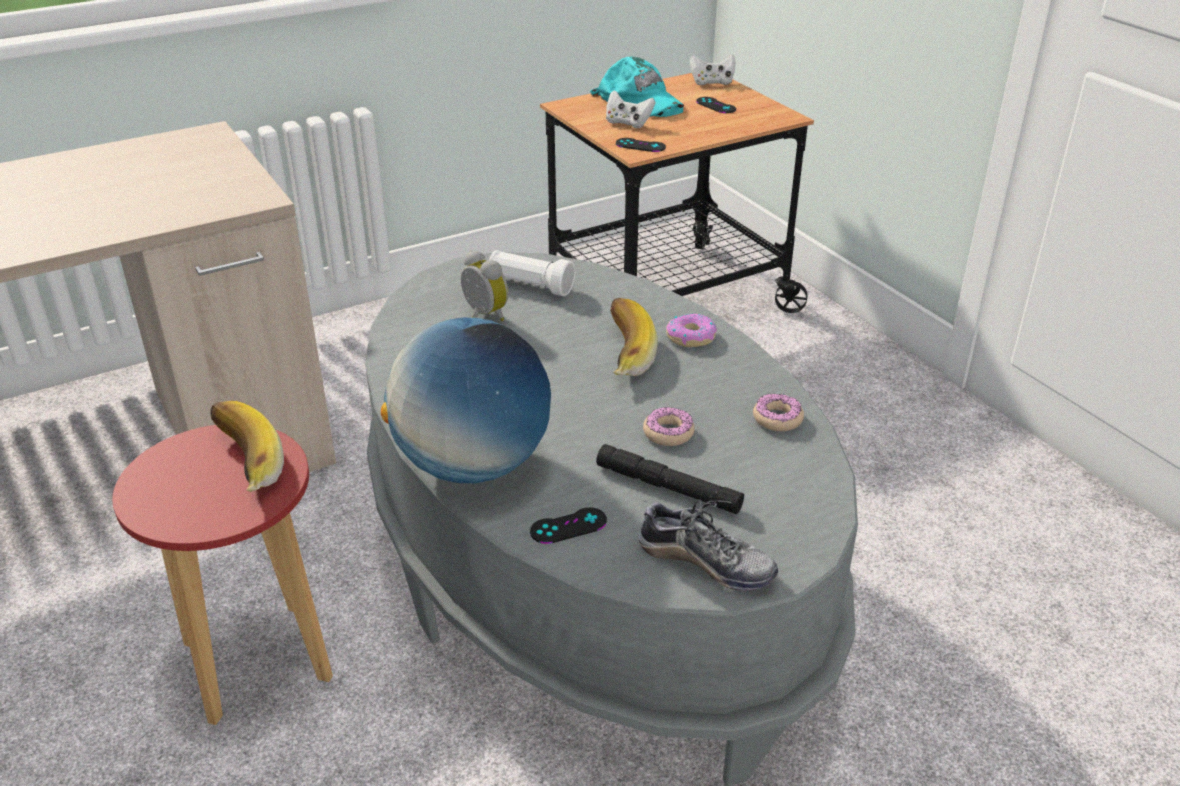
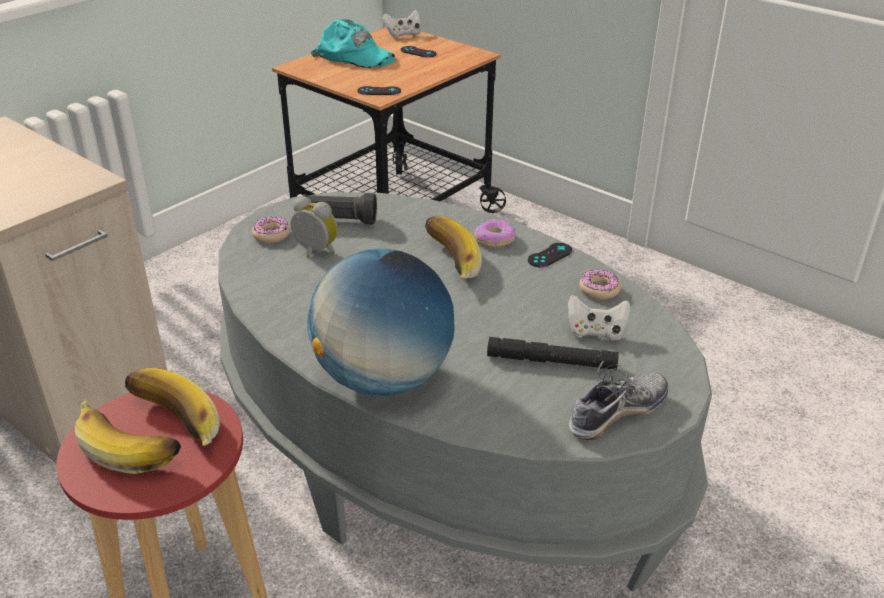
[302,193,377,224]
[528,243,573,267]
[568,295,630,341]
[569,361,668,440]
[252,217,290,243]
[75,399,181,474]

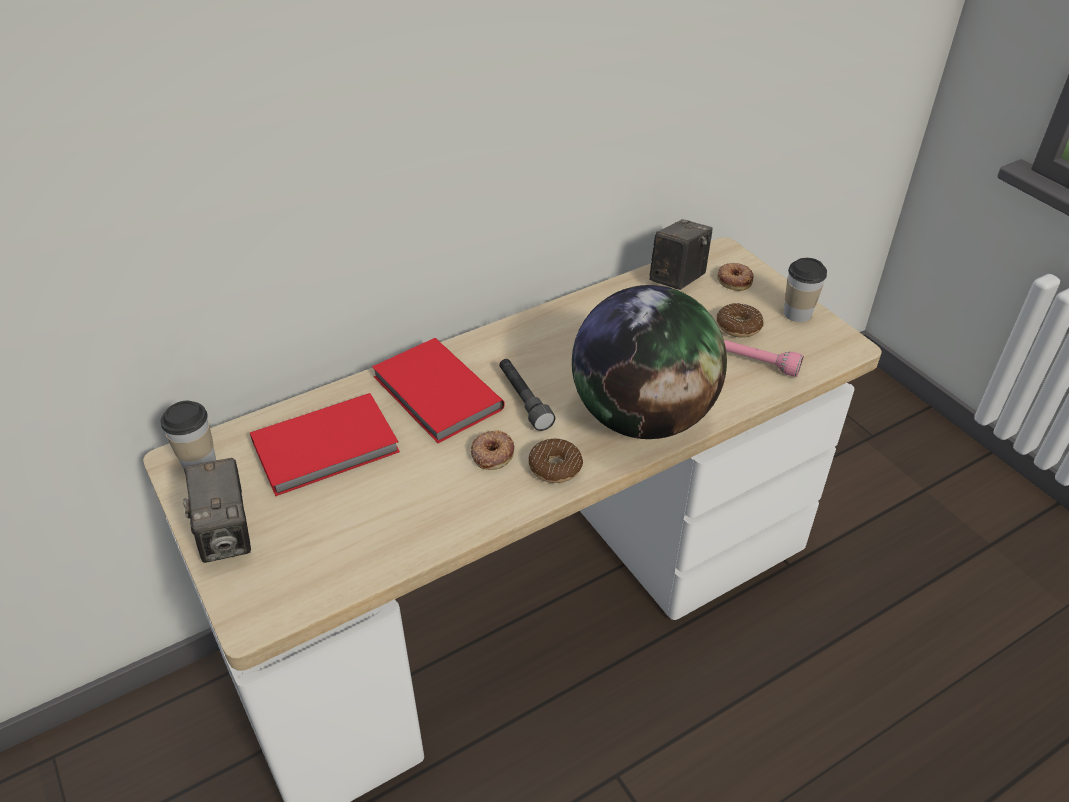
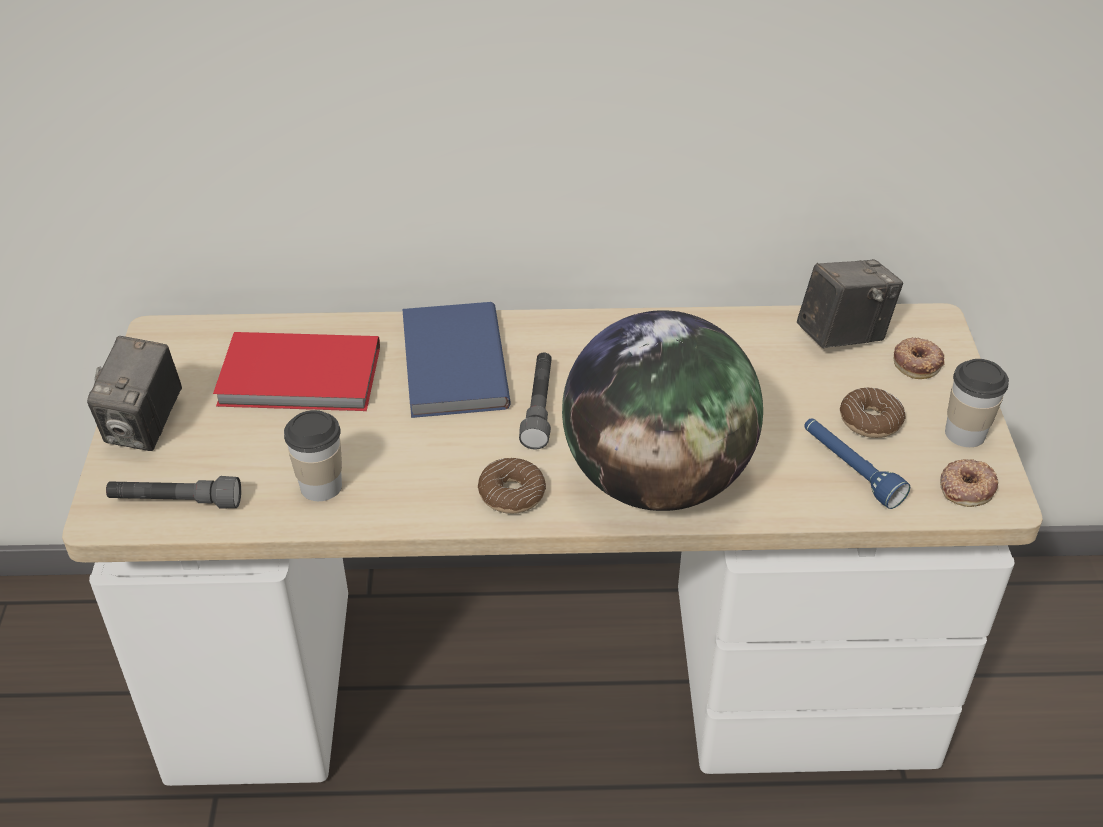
[284,410,342,501]
[402,302,511,418]
[940,459,998,507]
[804,418,910,509]
[106,476,241,509]

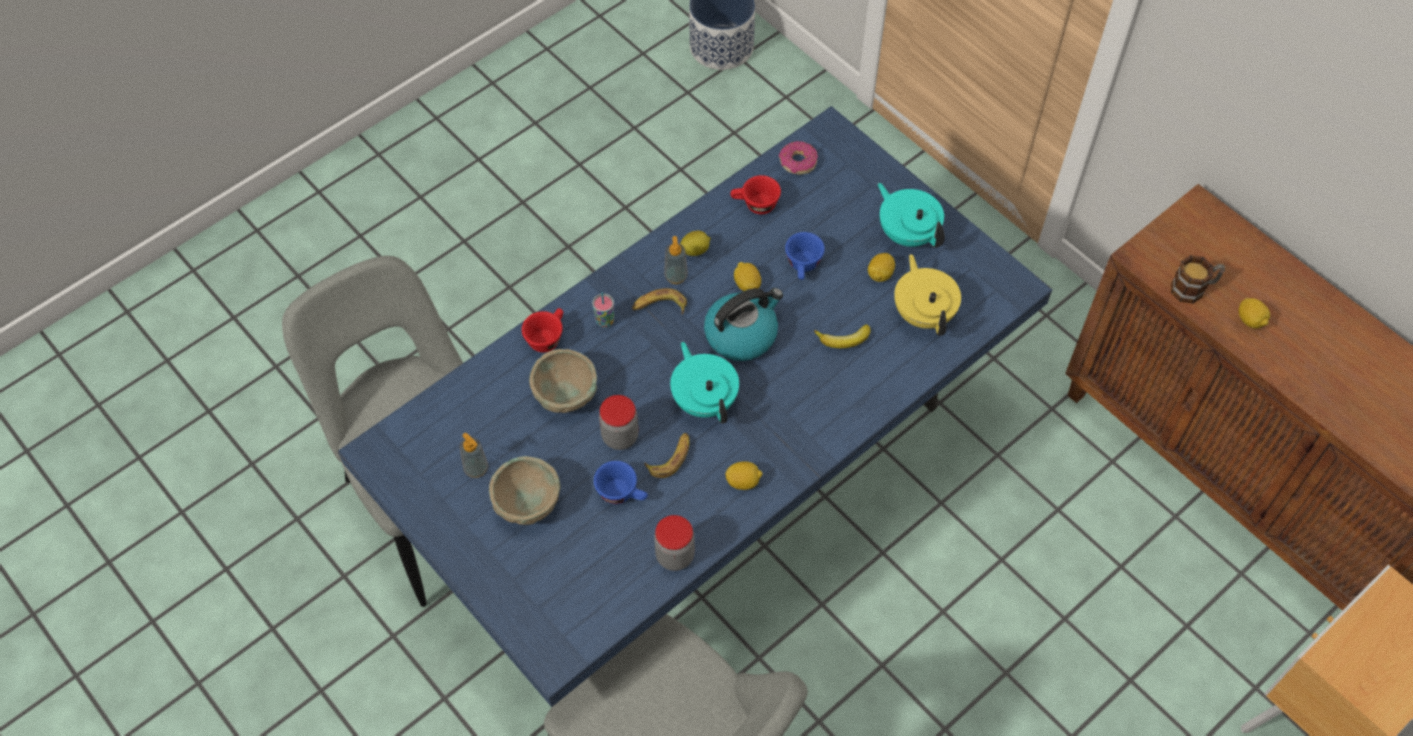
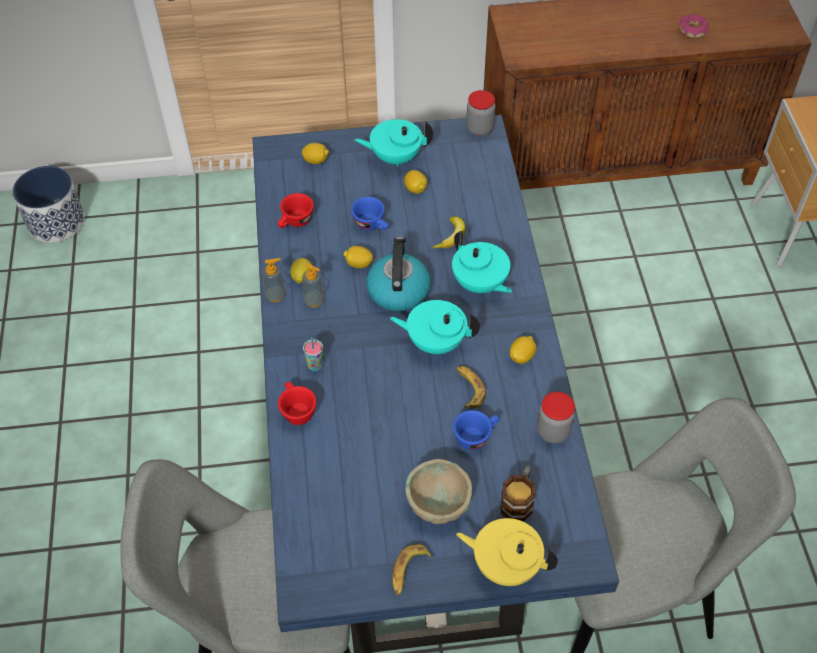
[263,258,286,302]
[529,349,597,413] (first image)
[466,90,496,136]
[392,544,433,596]
[679,14,709,38]
[456,518,558,586]
[500,466,536,521]
[302,143,329,164]
[452,231,512,293]

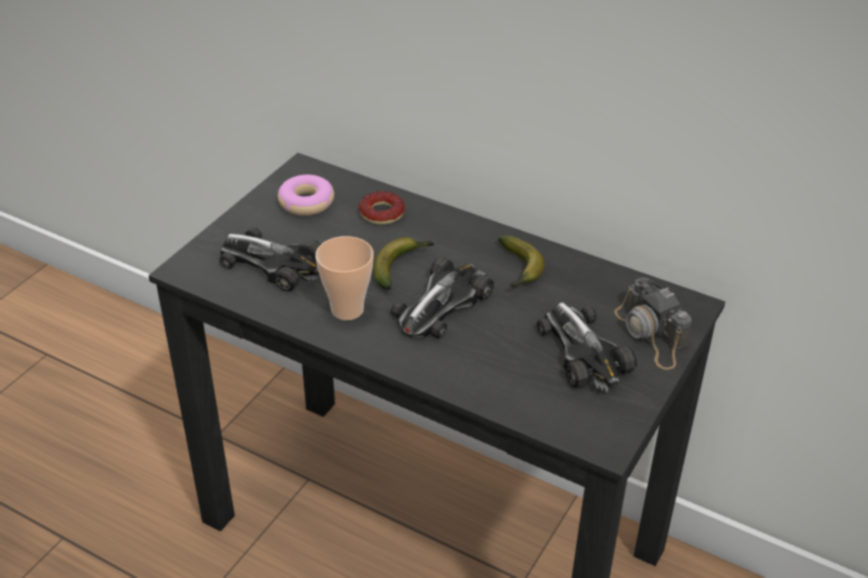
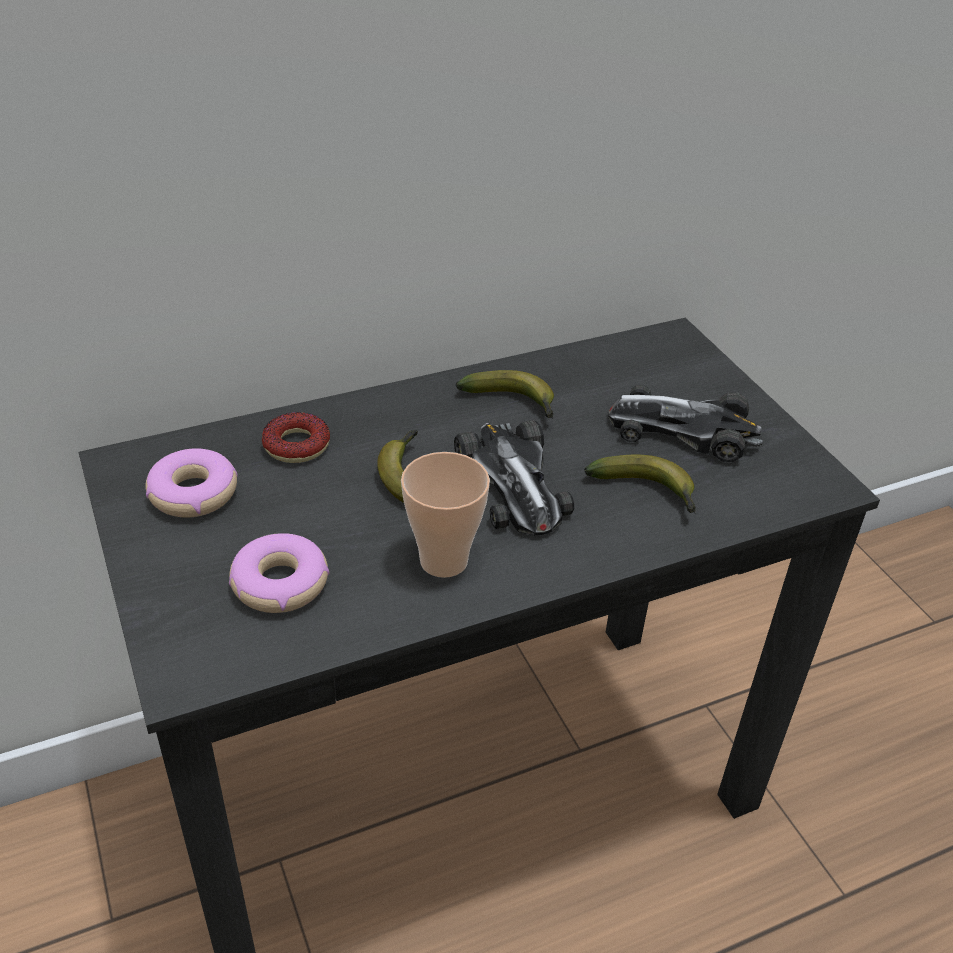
[229,533,329,613]
[614,277,691,370] (first image)
[584,455,696,514]

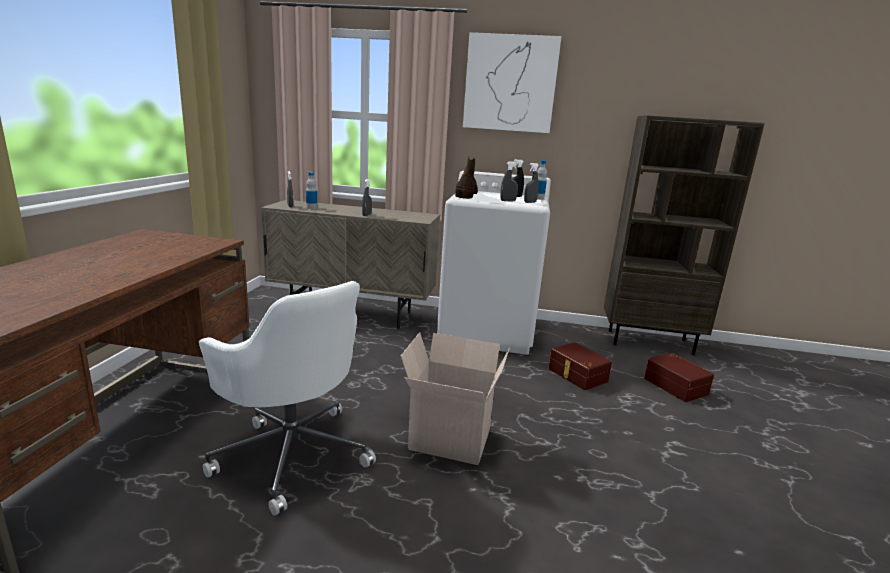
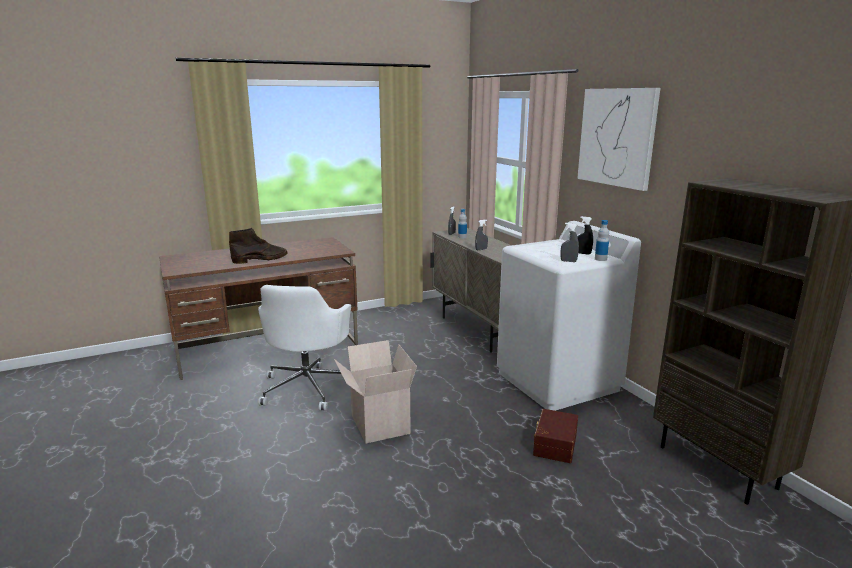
[229,228,288,264]
[500,161,519,202] (first image)
[644,353,714,402] (first image)

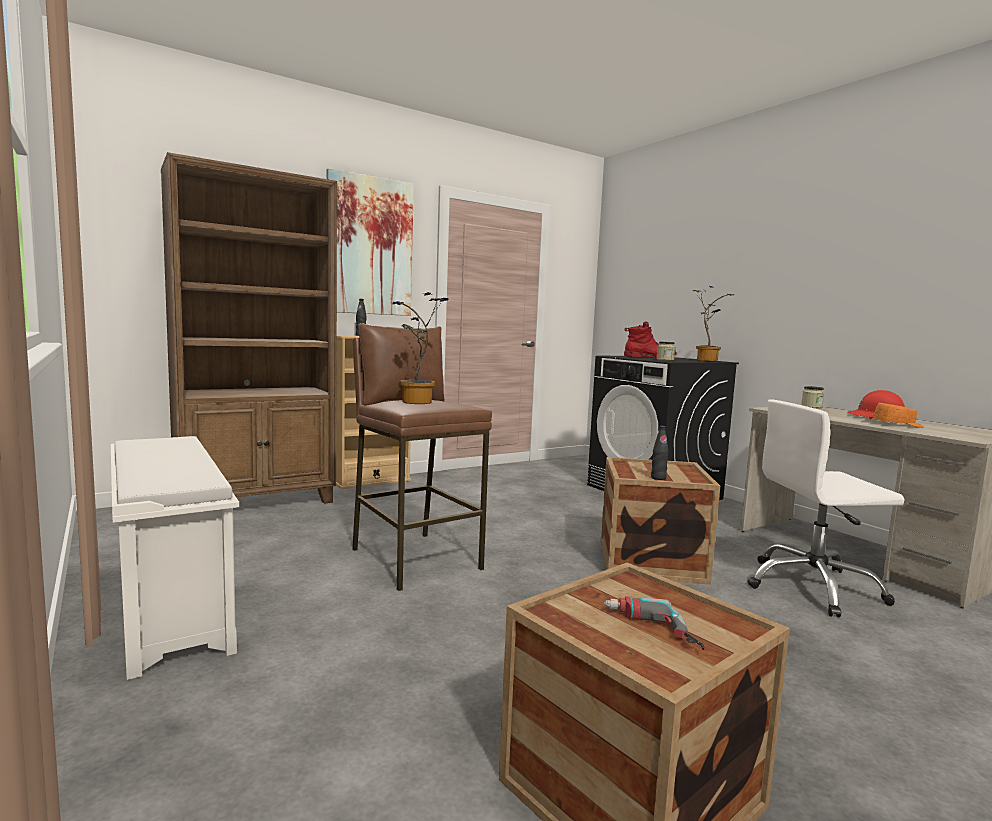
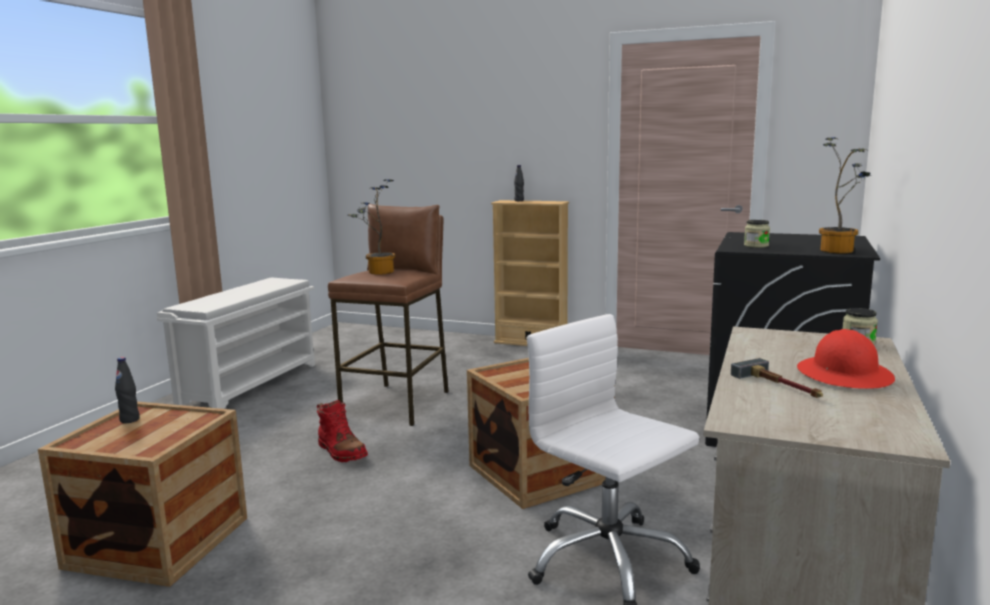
[161,152,337,504] (first image)
[326,168,414,316] (first image)
[604,596,705,650] (first image)
[317,400,368,462]
[115,357,140,423]
[731,358,823,398]

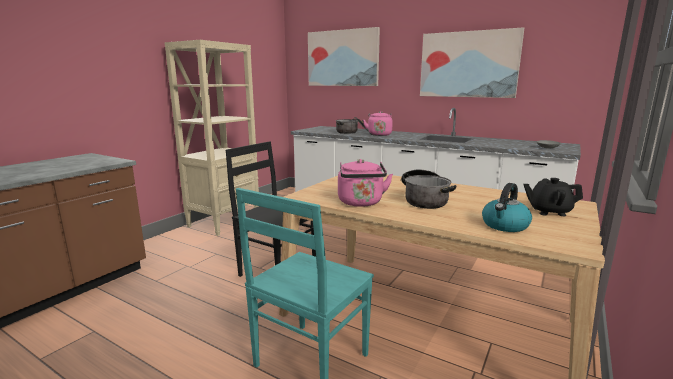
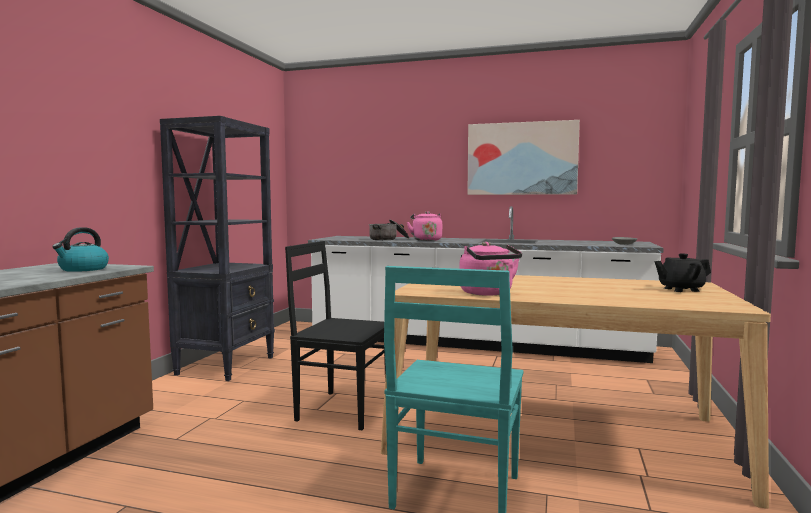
[160,116,275,381]
[308,27,380,86] (first image)
[401,170,456,209] (first image)
[52,227,109,272]

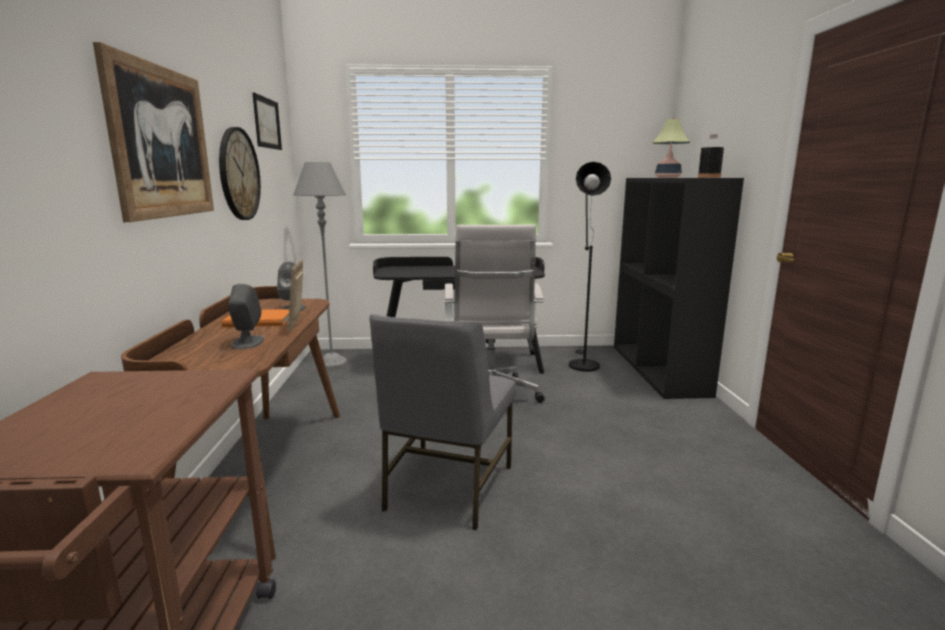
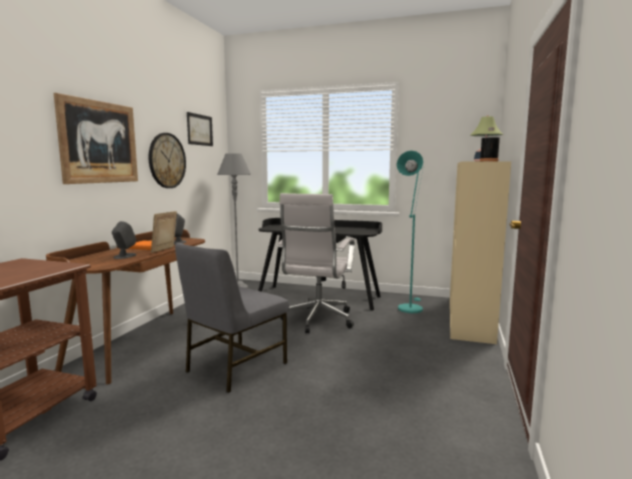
[397,151,423,313]
[450,161,511,344]

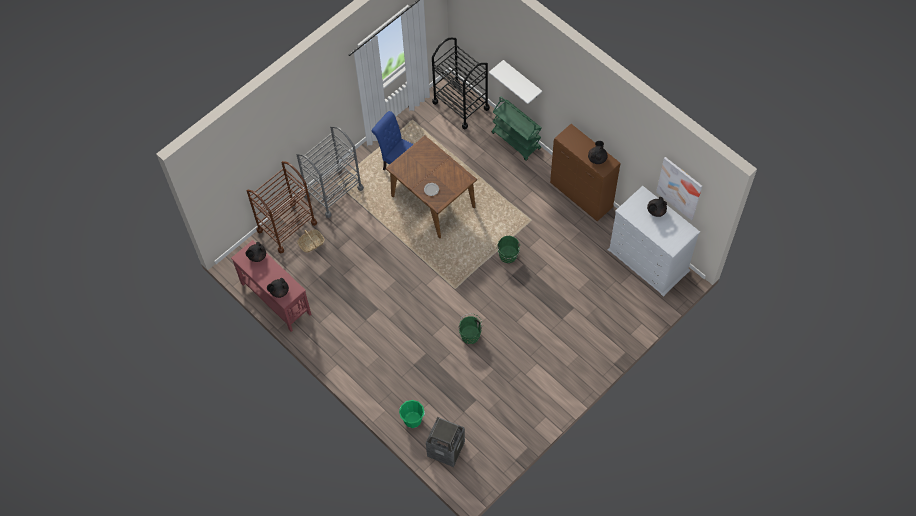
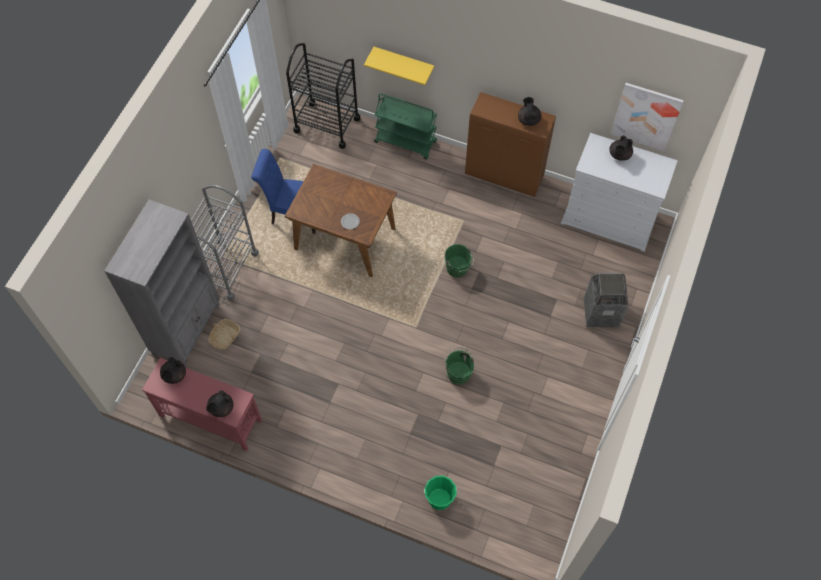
[104,200,220,366]
[584,273,629,327]
[364,47,434,85]

